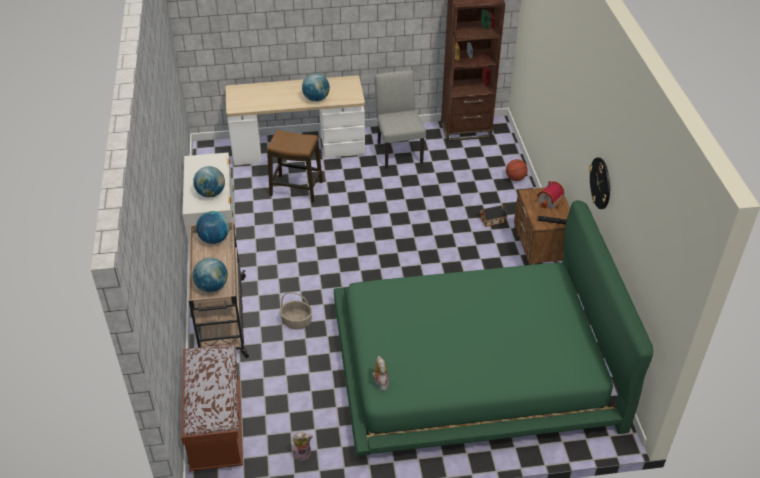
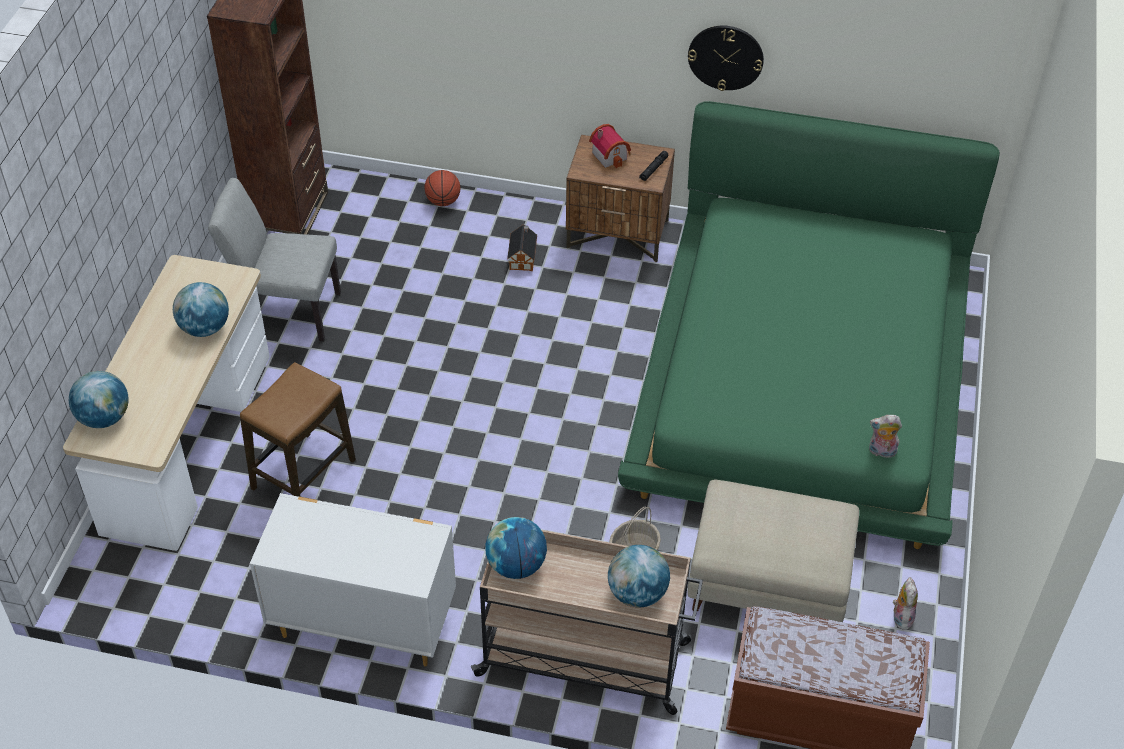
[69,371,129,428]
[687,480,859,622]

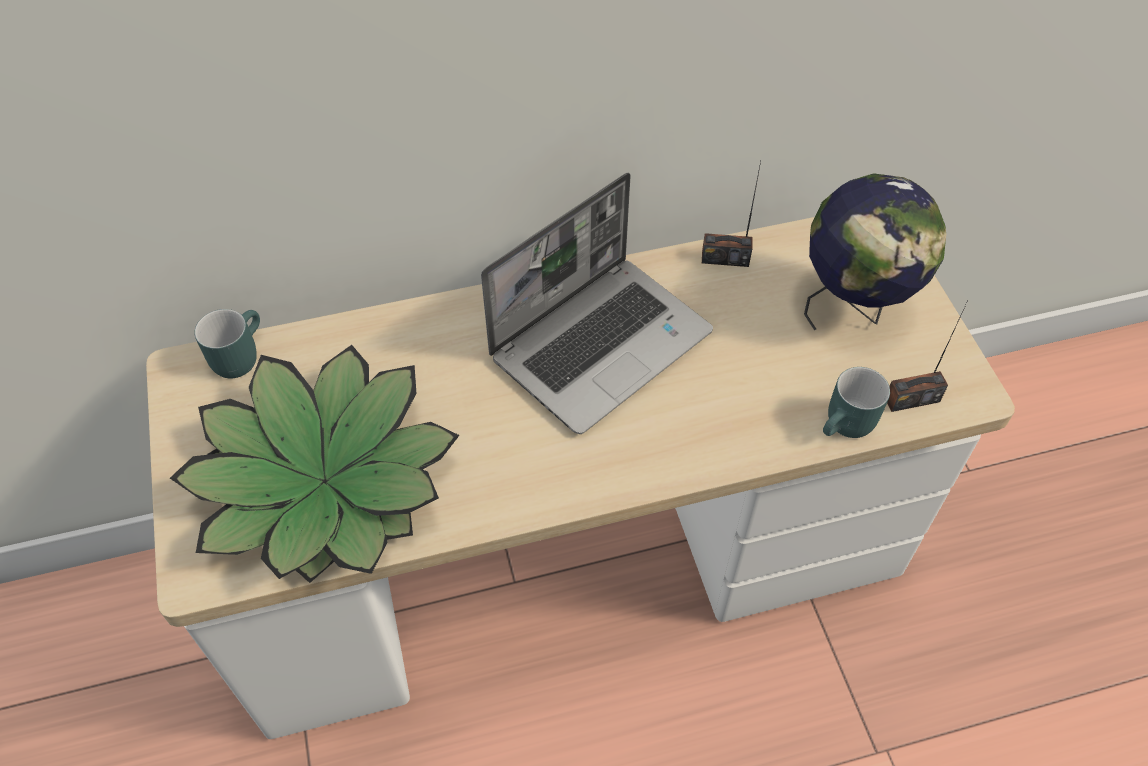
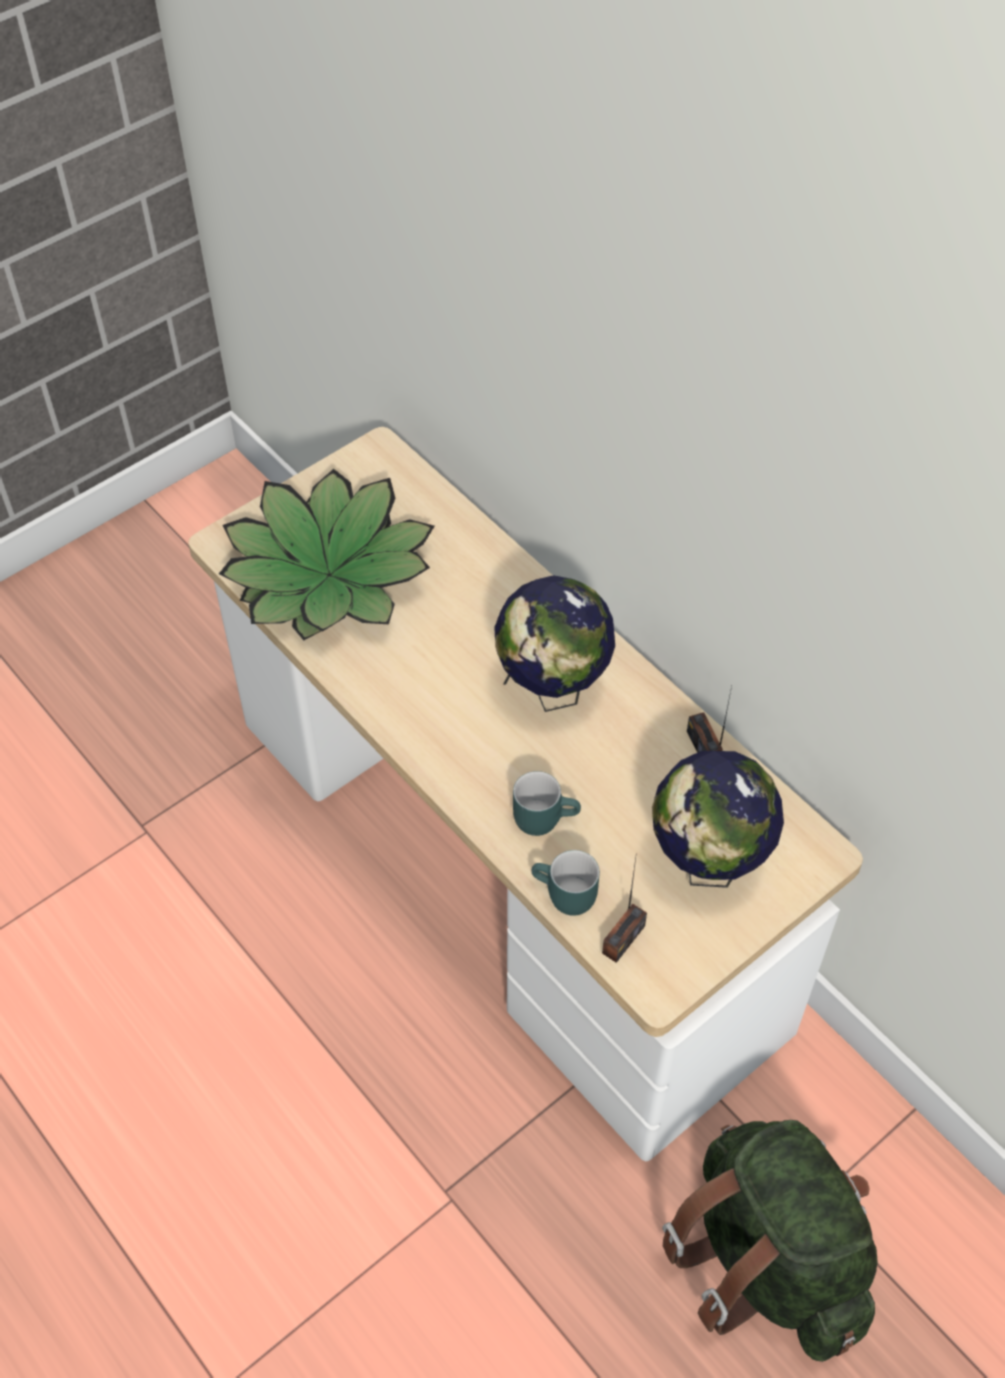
[513,771,581,836]
[494,575,615,712]
[602,858,647,963]
[662,1120,878,1362]

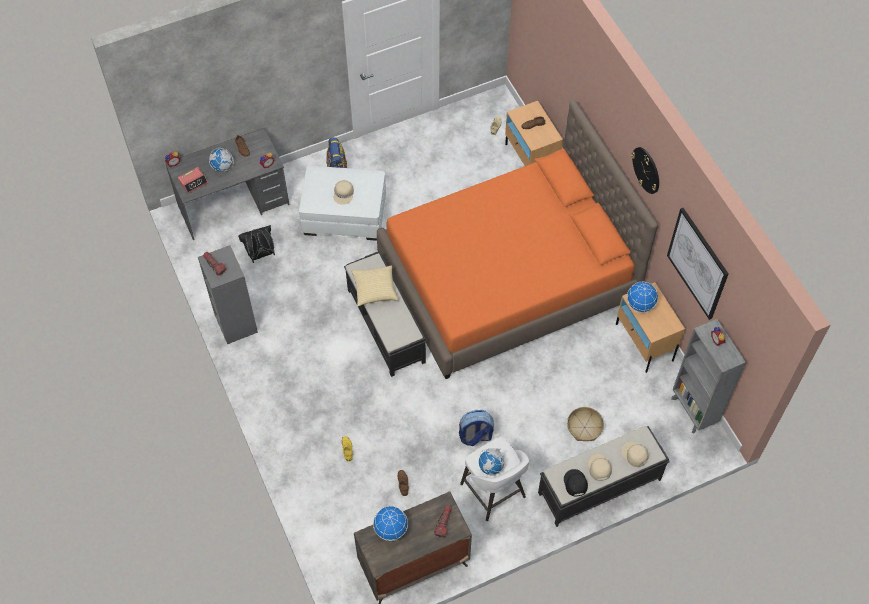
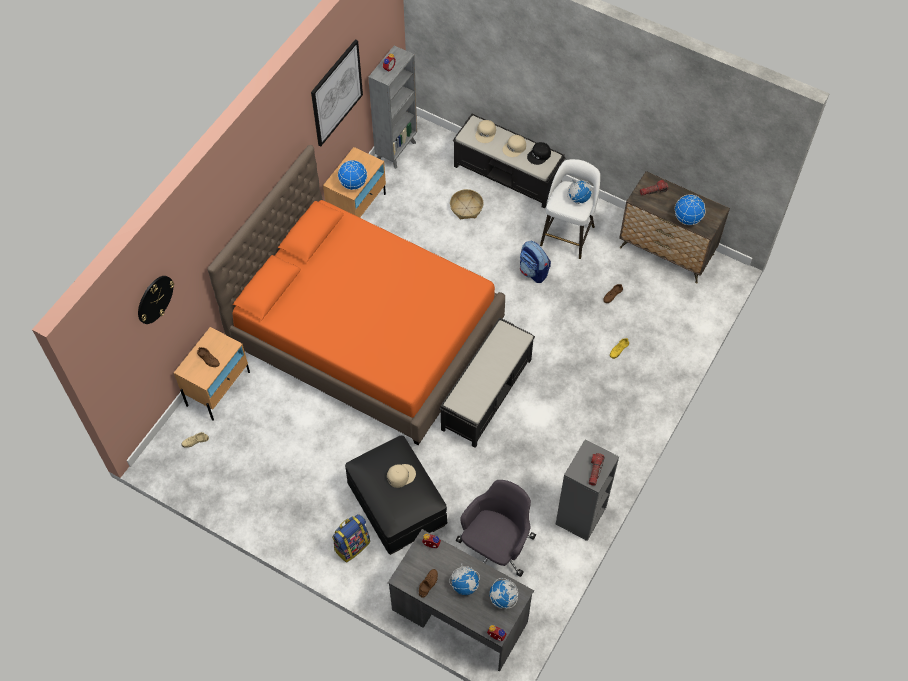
[490,578,518,608]
[456,480,536,577]
[345,436,447,555]
[352,265,398,306] (first image)
[138,276,174,324]

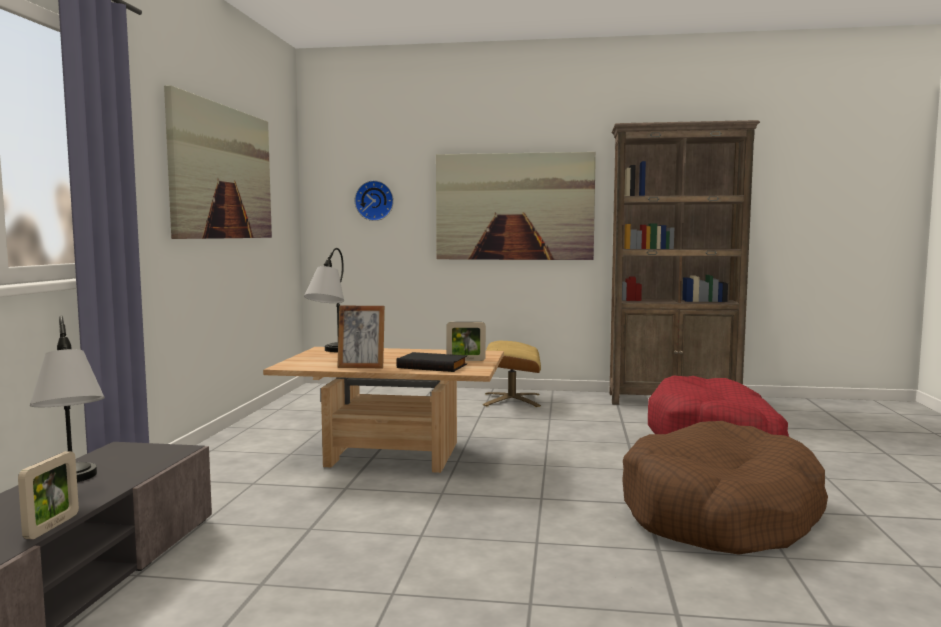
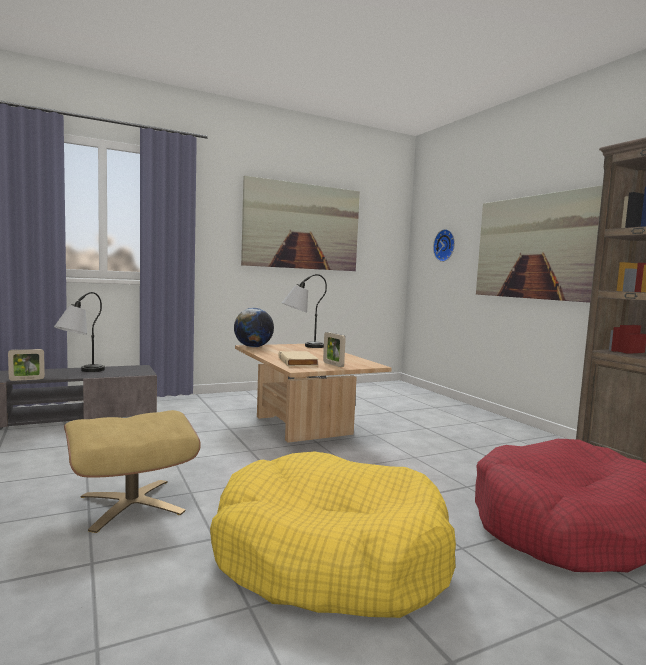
[337,306,385,368] (first image)
[278,351,319,367]
[64,410,201,533]
[210,451,456,618]
[234,308,274,347]

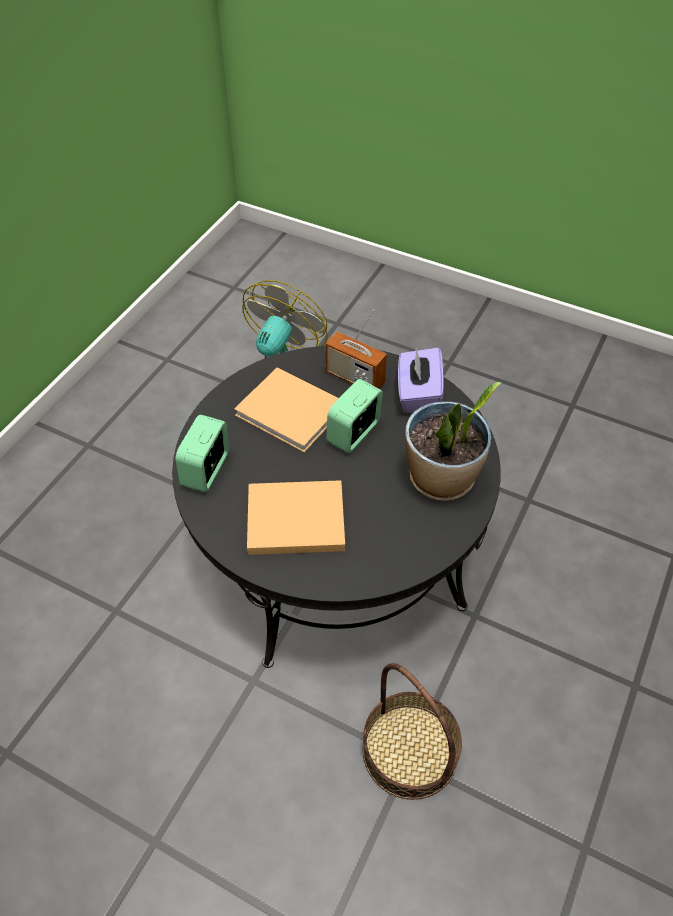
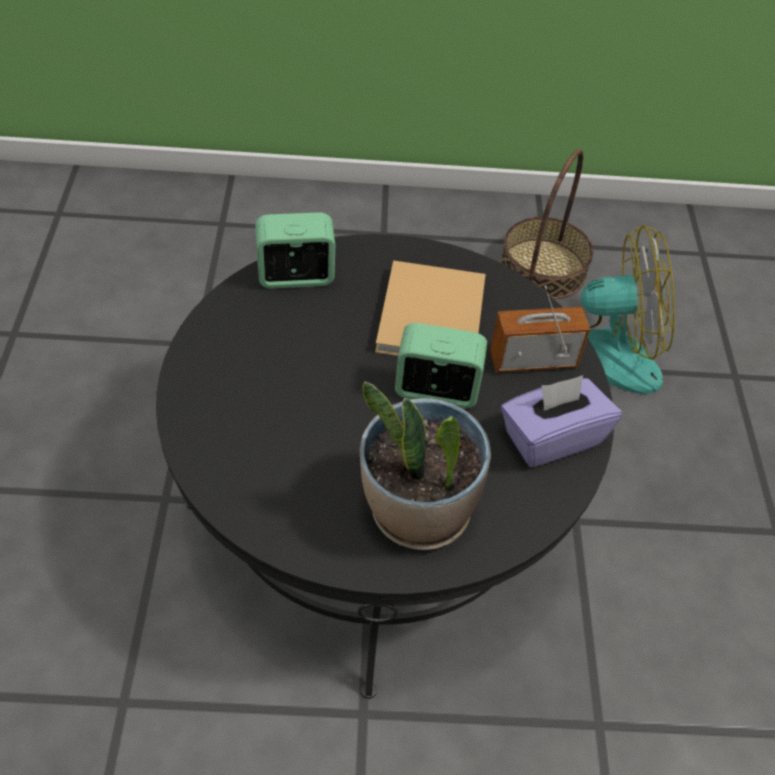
[247,480,345,555] (first image)
[490,286,590,373]
[500,149,593,299]

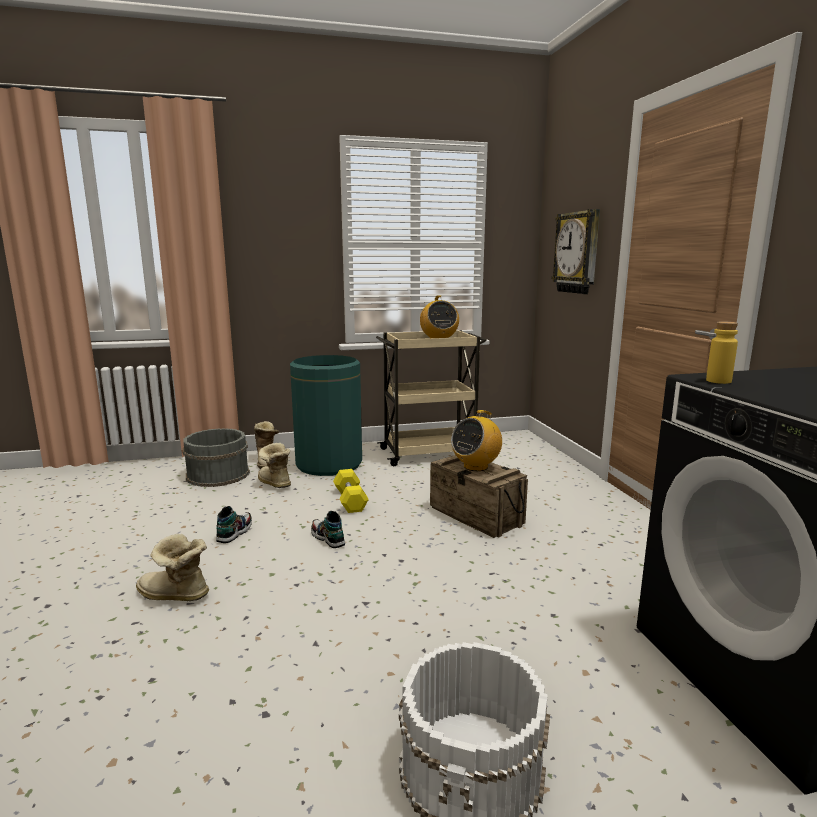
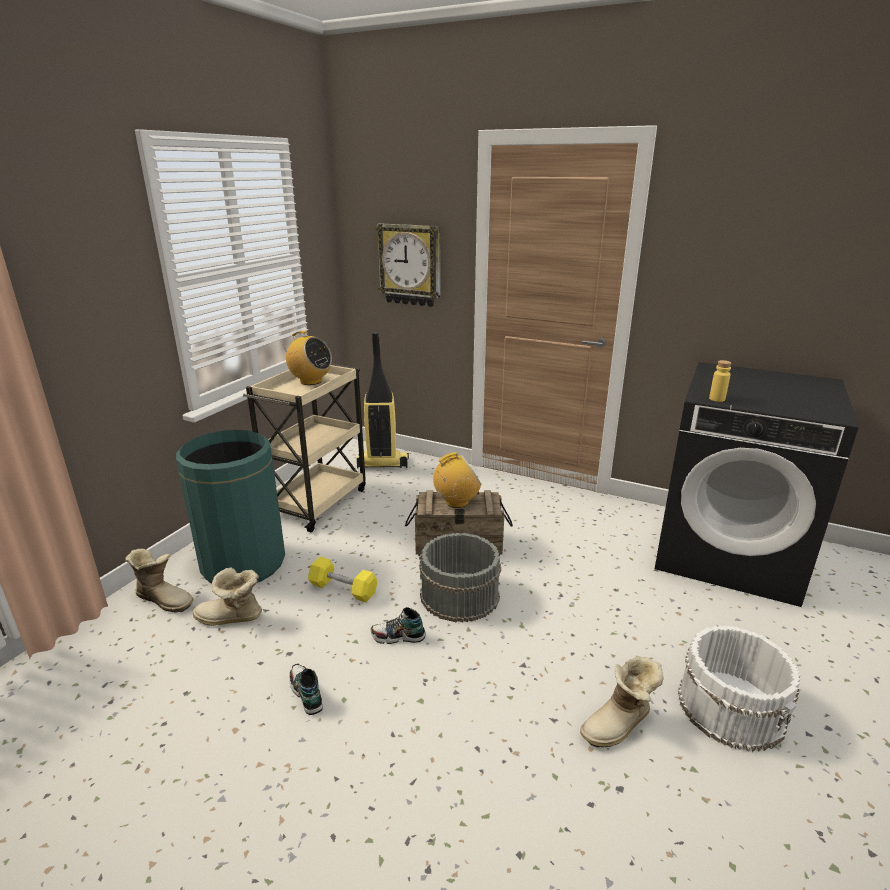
[580,656,664,747]
[419,533,501,623]
[433,452,482,508]
[357,330,409,469]

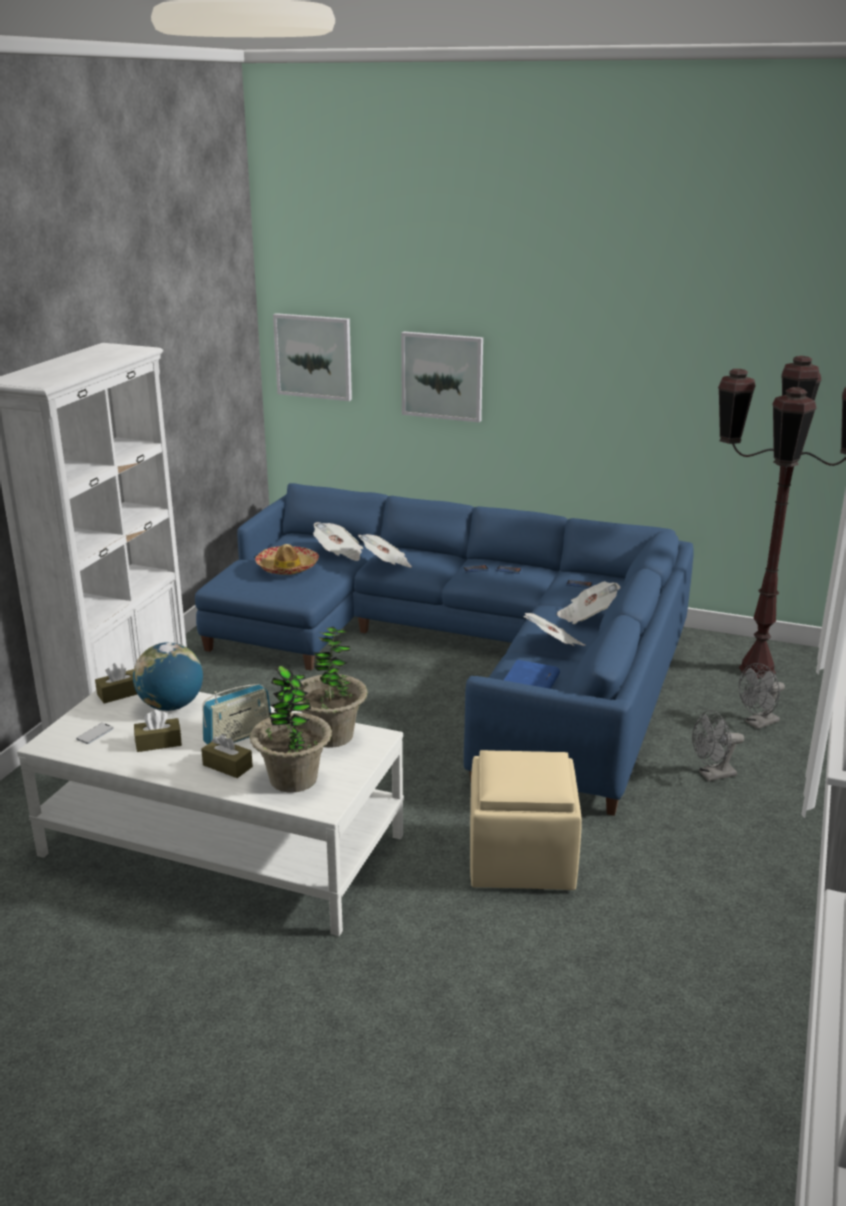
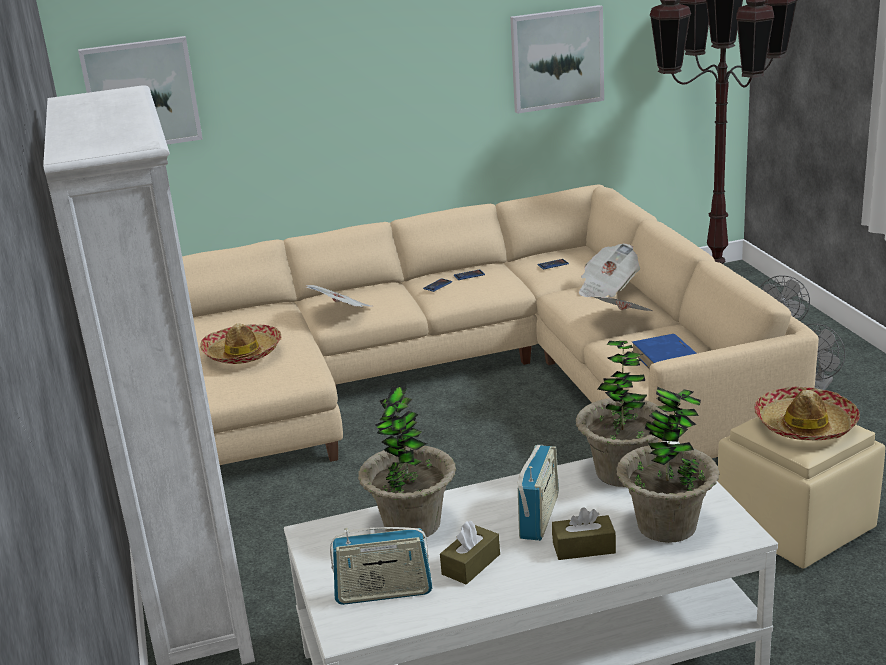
[330,527,432,605]
[95,662,137,704] (first image)
[358,386,456,538]
[182,184,819,465]
[313,522,363,561] (first image)
[510,5,604,114]
[754,386,860,441]

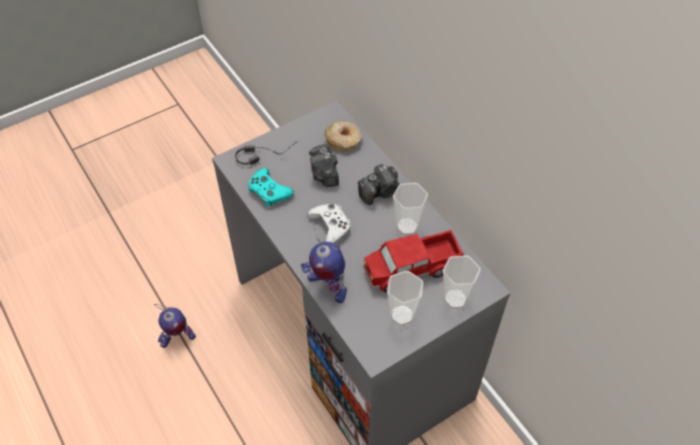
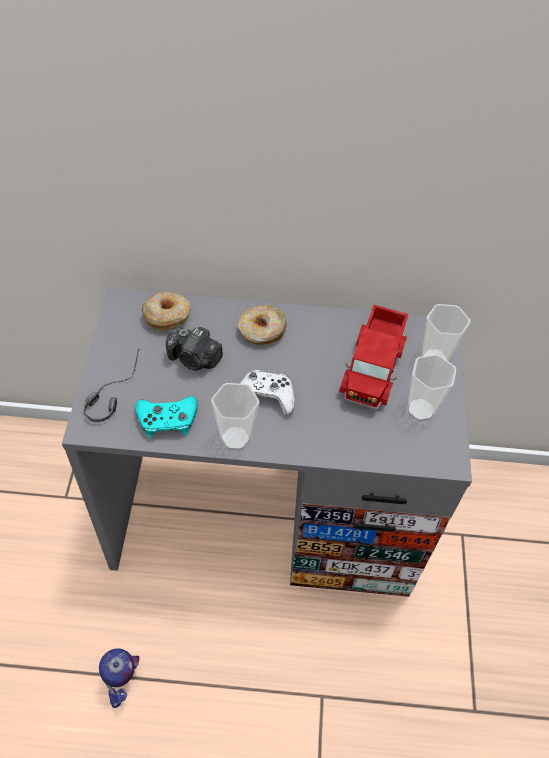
[301,221,347,303] (first image)
[238,305,287,345]
[211,383,259,450]

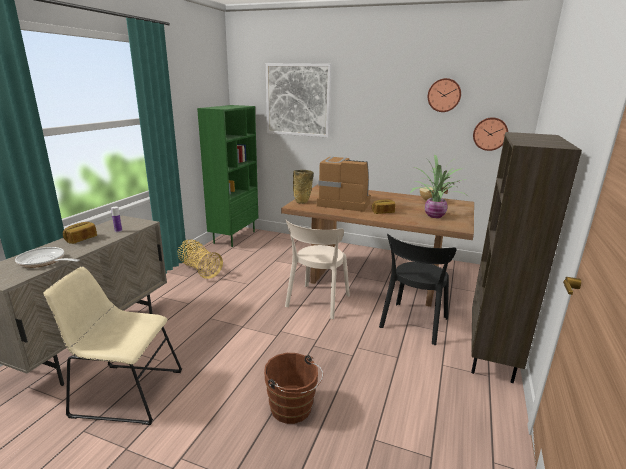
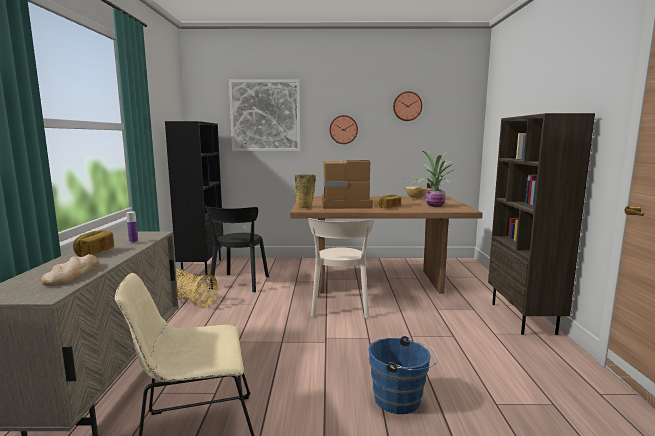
[41,254,100,286]
[165,121,223,276]
[368,336,438,414]
[205,206,269,292]
[329,115,358,144]

